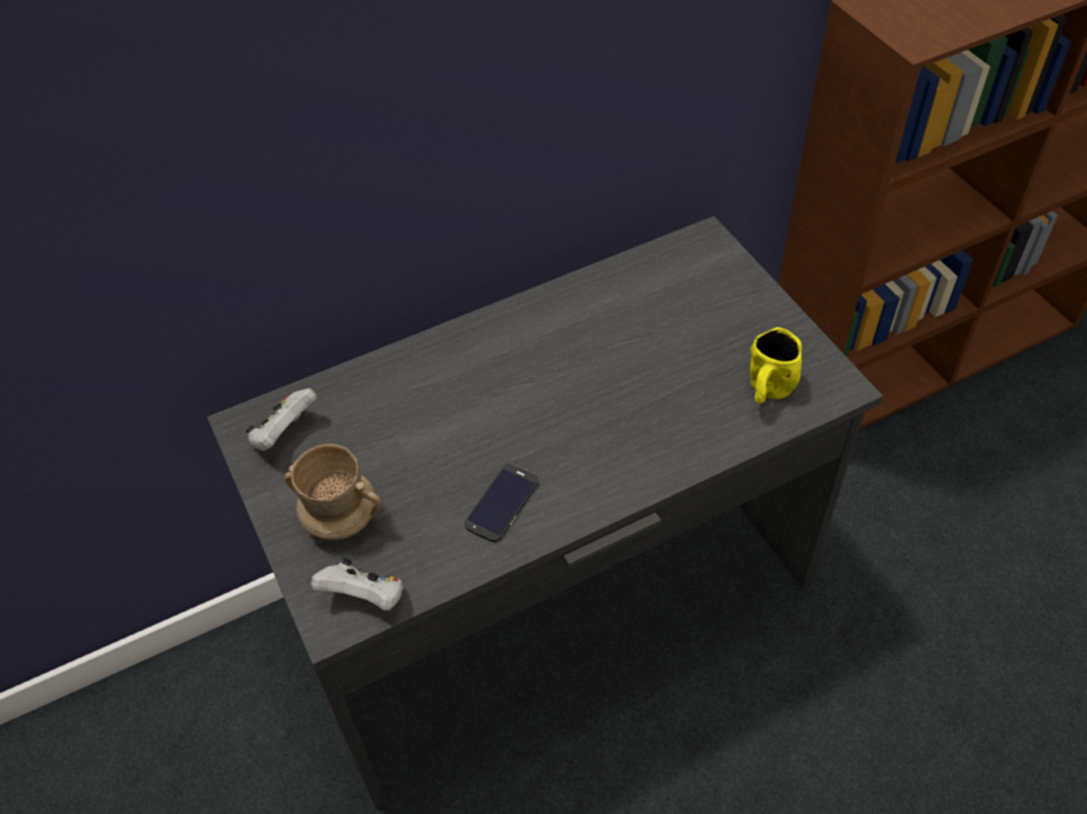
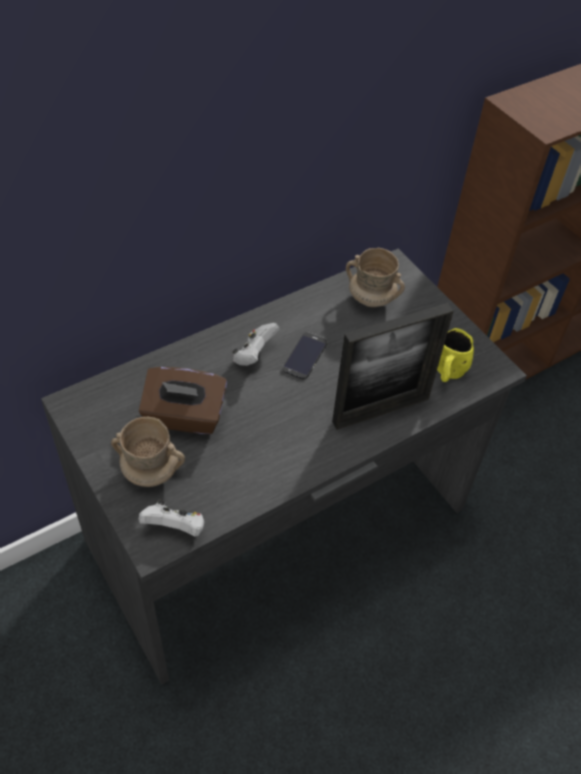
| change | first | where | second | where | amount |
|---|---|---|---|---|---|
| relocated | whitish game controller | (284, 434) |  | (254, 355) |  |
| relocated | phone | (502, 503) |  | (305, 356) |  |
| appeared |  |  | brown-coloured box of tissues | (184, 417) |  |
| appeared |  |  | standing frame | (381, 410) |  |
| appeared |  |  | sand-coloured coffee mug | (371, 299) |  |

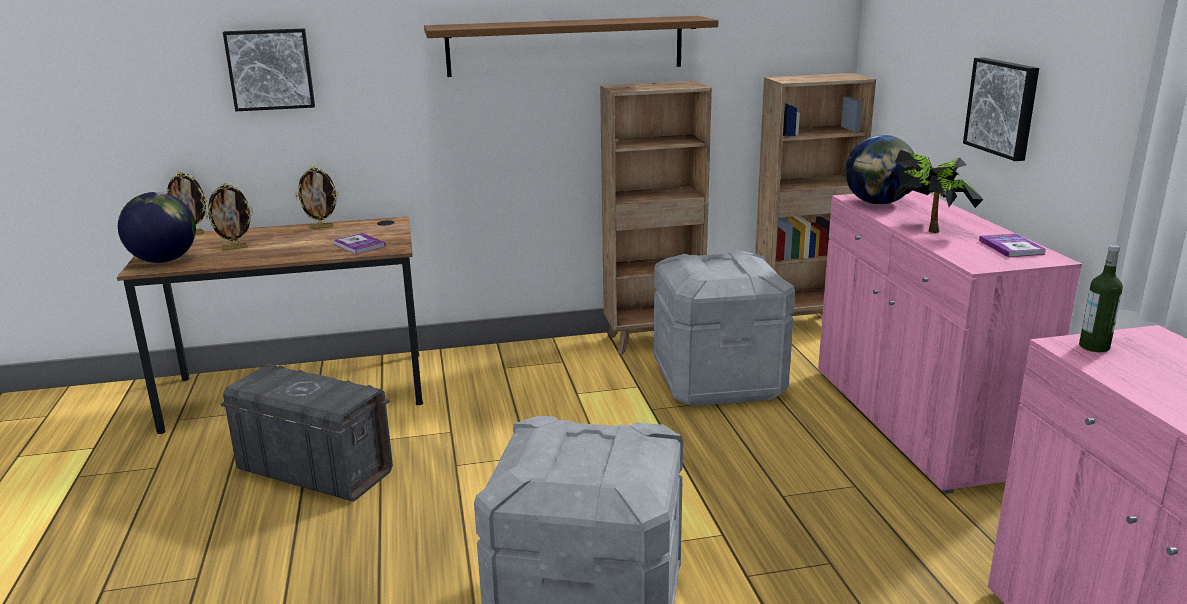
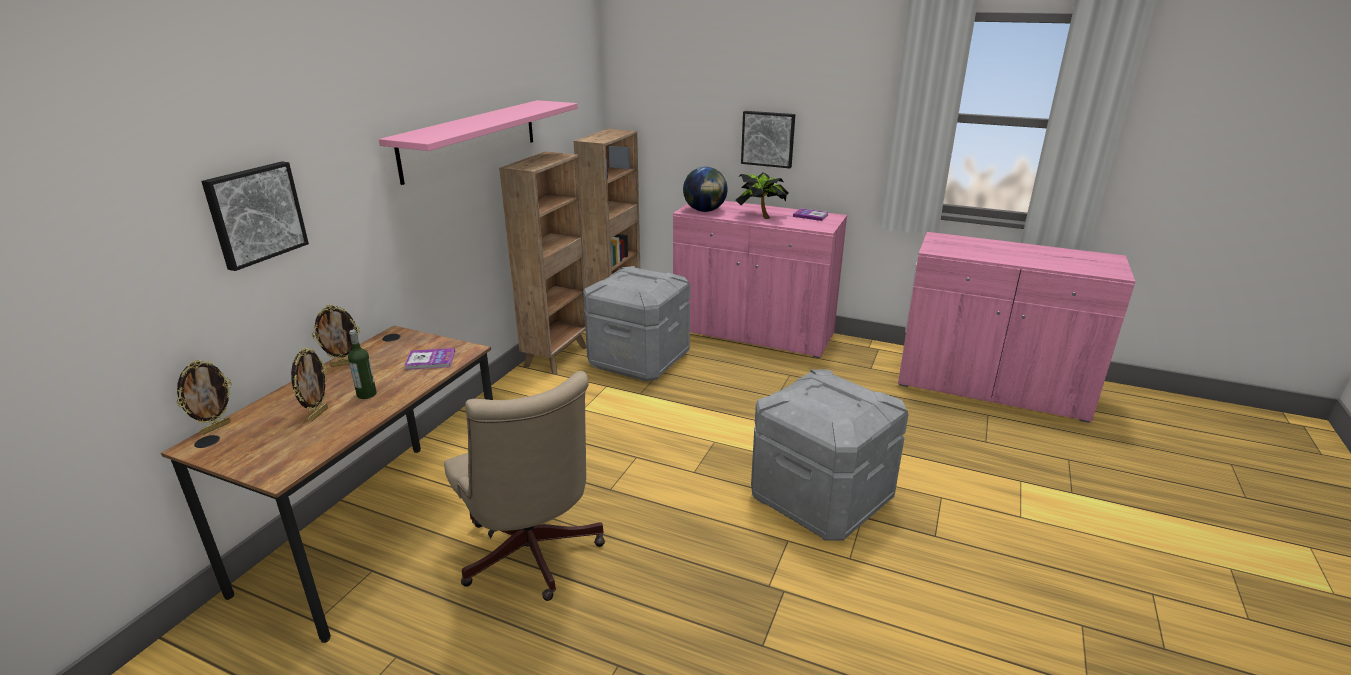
| change | first | where | second | where | amount |
|---|---|---|---|---|---|
| missing | world globe | (164, 260) |  |  |  |
| exchanged | gray storage bin | (315, 470) | sand-coloured desk chair | (532, 558) |  |
| spun | standing frame | (321, 227) |  | (344, 364) | 45 degrees clockwise |
| colour | brown-coloured bracket shelf | (566, 46) | pink bracket shelf | (471, 139) |  |
| relocated | drink bottle | (1094, 347) |  | (366, 394) |  |

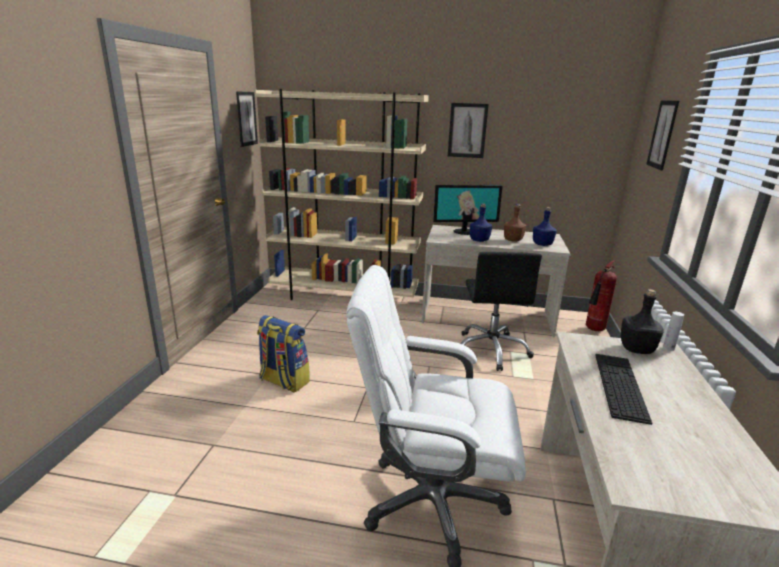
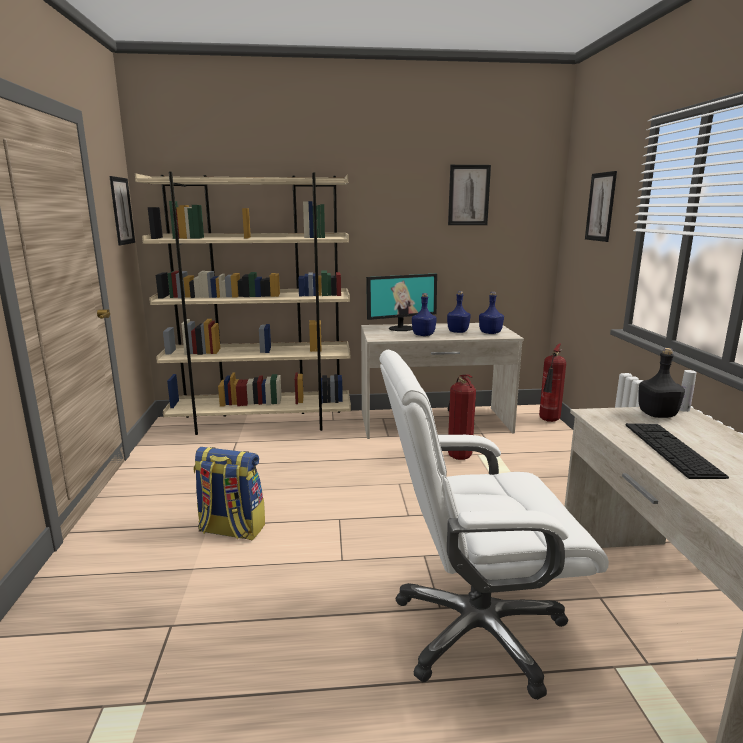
| change | first | where | second | where | amount |
|---|---|---|---|---|---|
| relocated | wall picture | (467, 130) |  | (468, 195) |  |
| exchanged | blackish desk chair | (491, 350) | fire-fighting cylinder | (457, 456) |  |
| colour | brown-coloured drink bottle | (513, 240) | bluish drink bottle | (458, 332) |  |

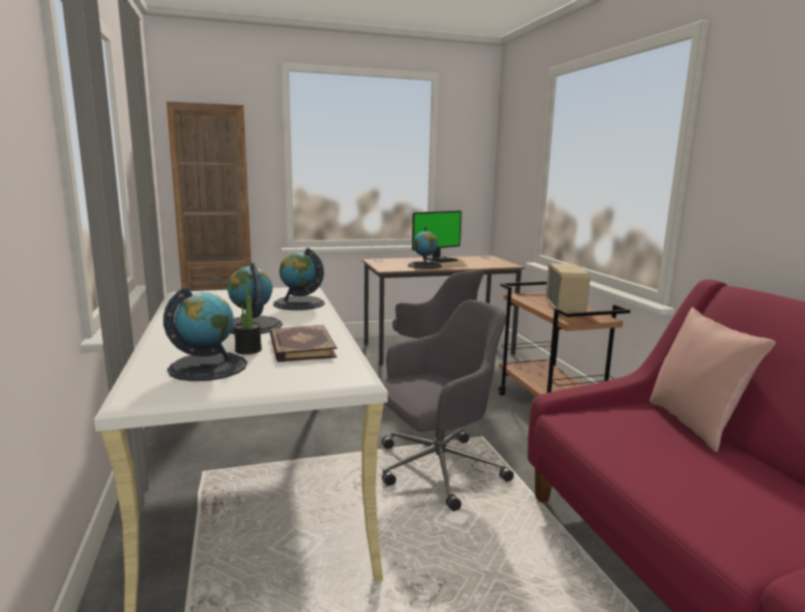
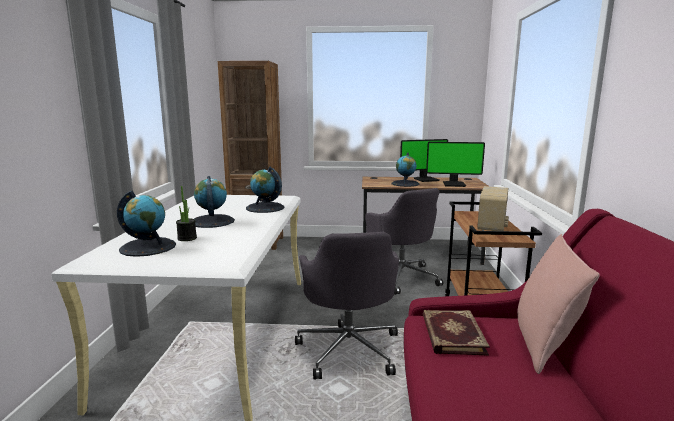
| change | first | where | second | where | amount |
|---|---|---|---|---|---|
| relocated | volume | (300, 347) |  | (451, 334) |  |
| spun | gray desk chair | (436, 470) |  | (349, 349) | 90 degrees clockwise |
| appeared |  |  | monitor | (454, 184) |  |

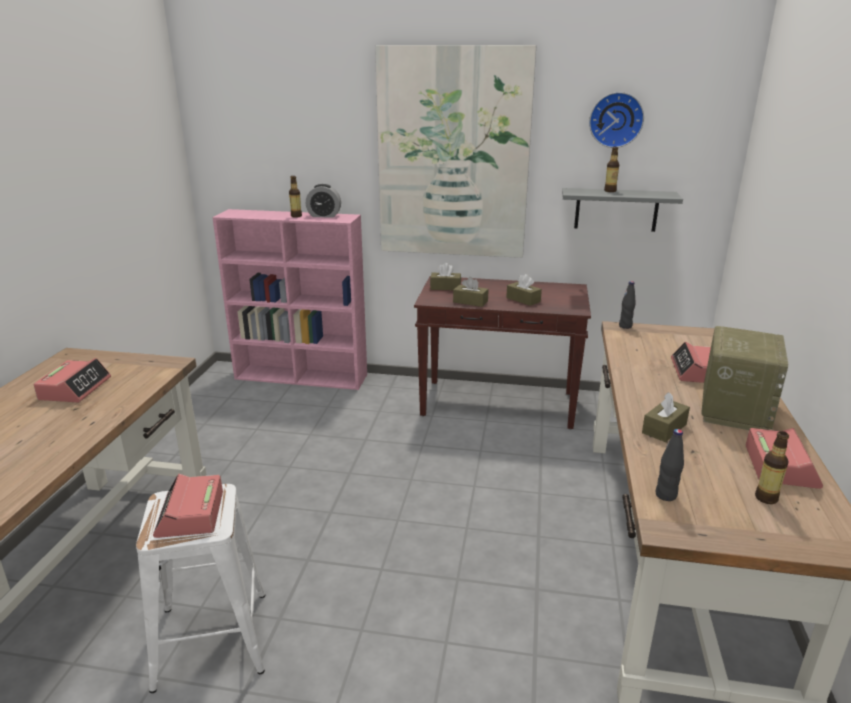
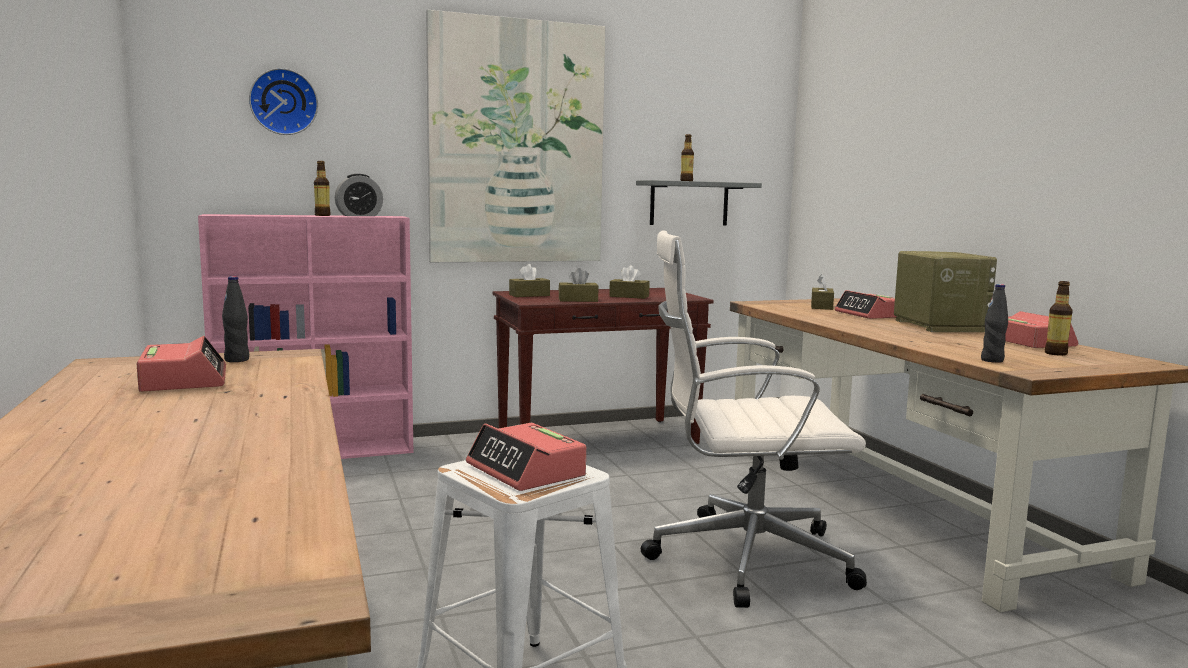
| change | first | where | second | where | amount |
|---|---|---|---|---|---|
| relocated | wall clock | (616, 120) |  | (284, 102) |  |
| relocated | blackish drink bottle | (625, 326) |  | (237, 360) |  |
| relocated | brown-coloured box of tissues | (664, 428) |  | (821, 306) |  |
| appeared |  |  | whitish desk chair | (743, 558) |  |

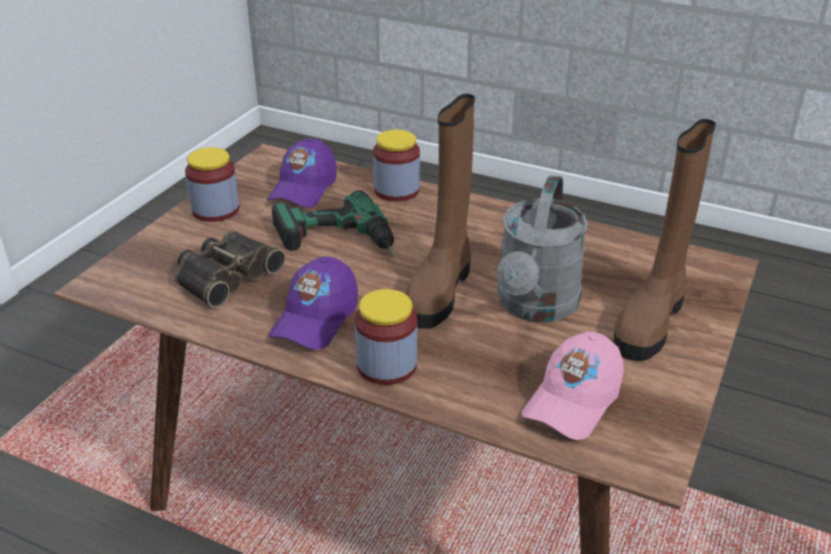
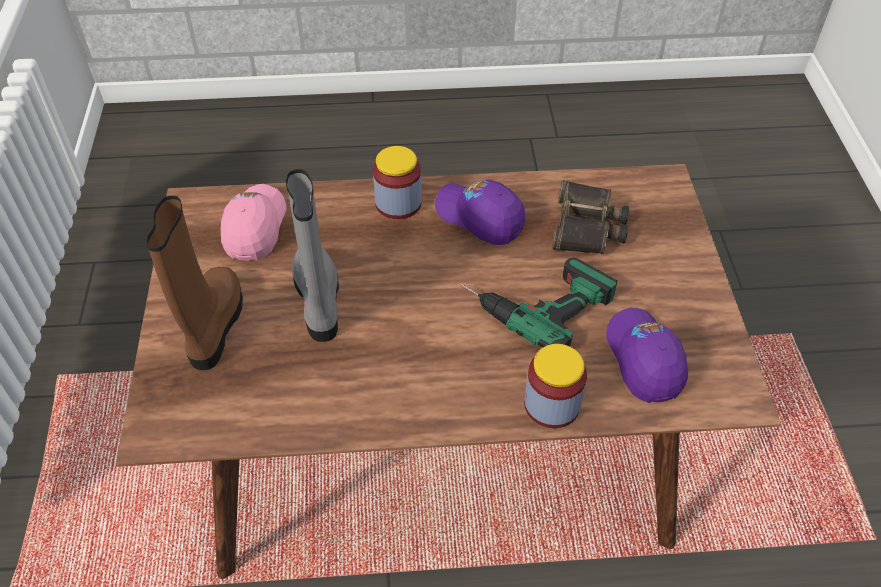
| change | first | where | second | where | amount |
|---|---|---|---|---|---|
| missing | preserve jar | (215, 210) |  |  |  |
| spun | purplish baseball cap | (315, 319) |  | (480, 217) | 45 degrees counterclockwise |
| missing | brown-coloured boot | (440, 290) |  |  |  |
| exchanged | gray watering can | (535, 307) | gray boot | (319, 300) |  |

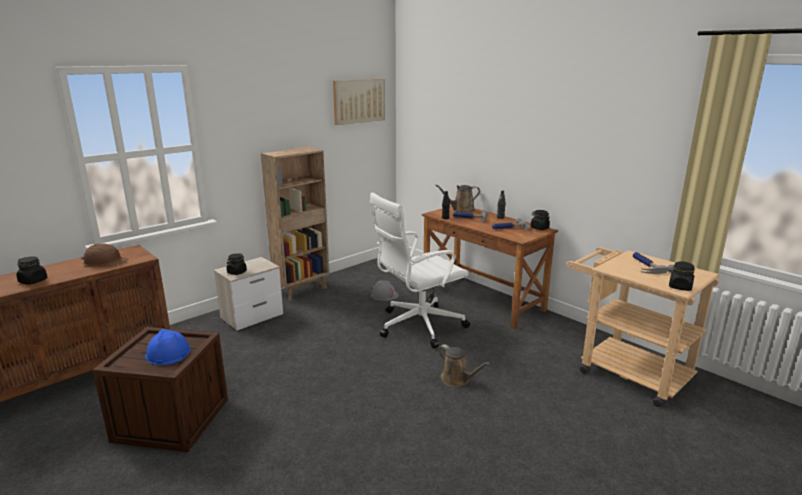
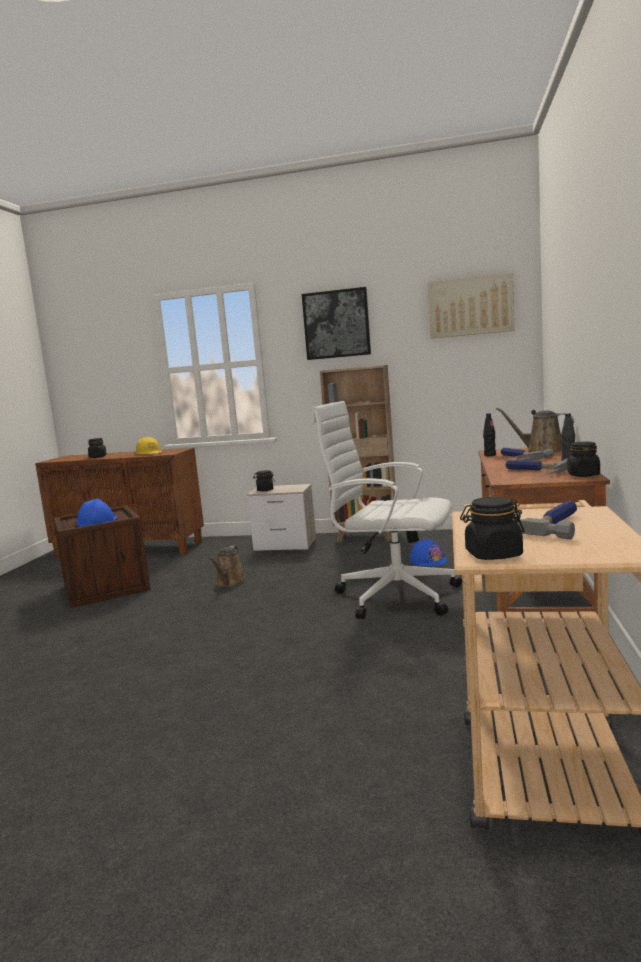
| change | first | where | second | where | amount |
|---|---|---|---|---|---|
| colour | brown-coloured work helmet | (105, 262) | yellow-coloured work helmet | (149, 453) |  |
| colour | gray work helmet | (384, 295) | bluish work helmet | (428, 560) |  |
| relocated | brown-coloured watering can | (457, 379) |  | (229, 583) |  |
| appeared |  |  | wall picture | (336, 324) |  |

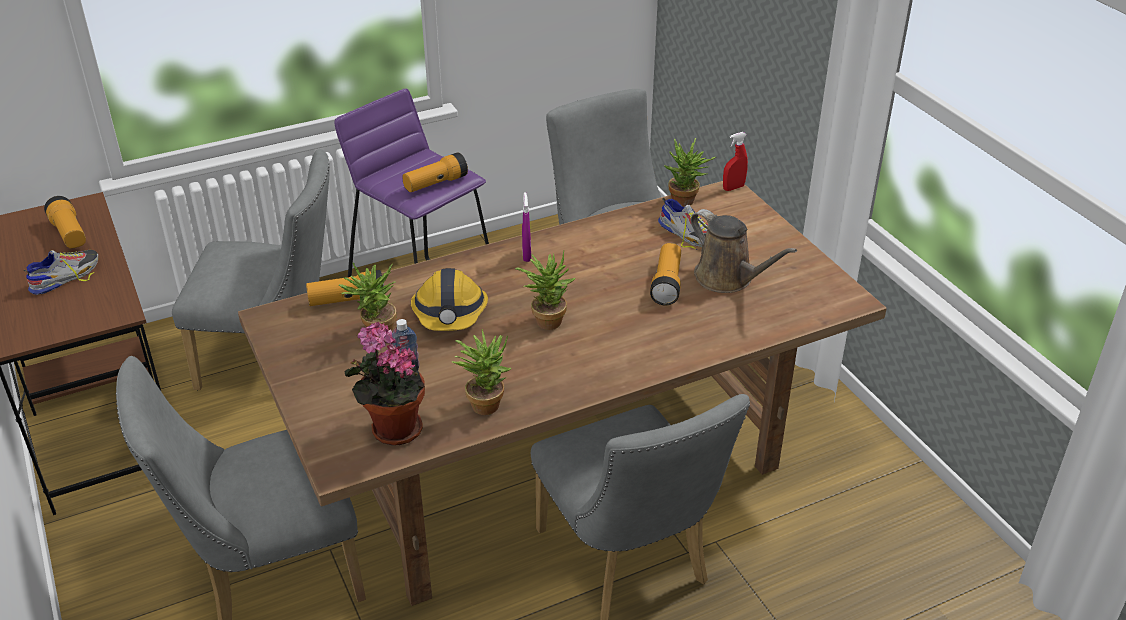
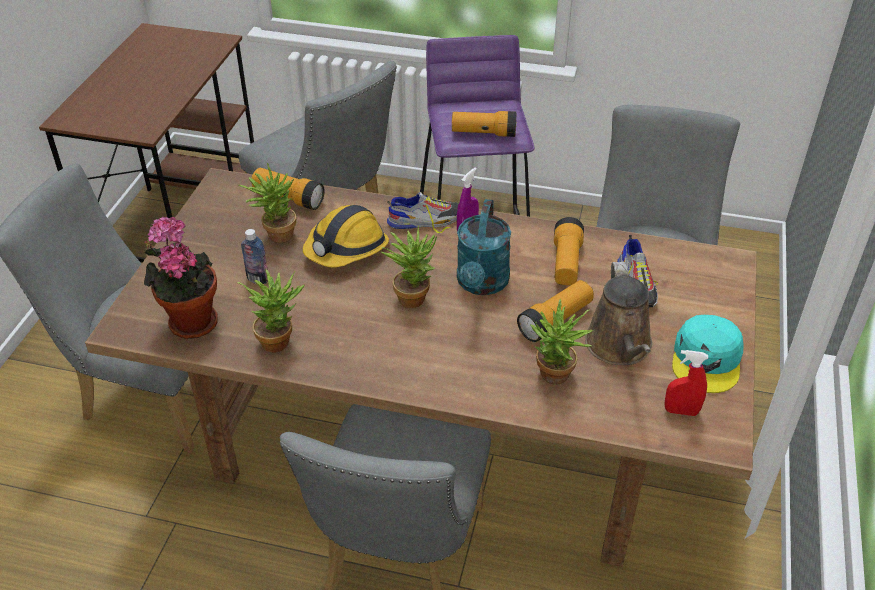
| change | first | where | second | where | amount |
|---|---|---|---|---|---|
| relocated | item of footwear | (66, 276) |  | (426, 220) |  |
| relocated | hand torch | (69, 234) |  | (566, 263) |  |
| relocated | plant in a pot | (686, 203) |  | (555, 379) |  |
| relocated | red-coloured sprayer | (733, 188) |  | (681, 411) |  |
| appeared |  |  | turquoise-coloured watering can | (481, 284) |  |
| appeared |  |  | turquoise-coloured baseball cap | (707, 360) |  |

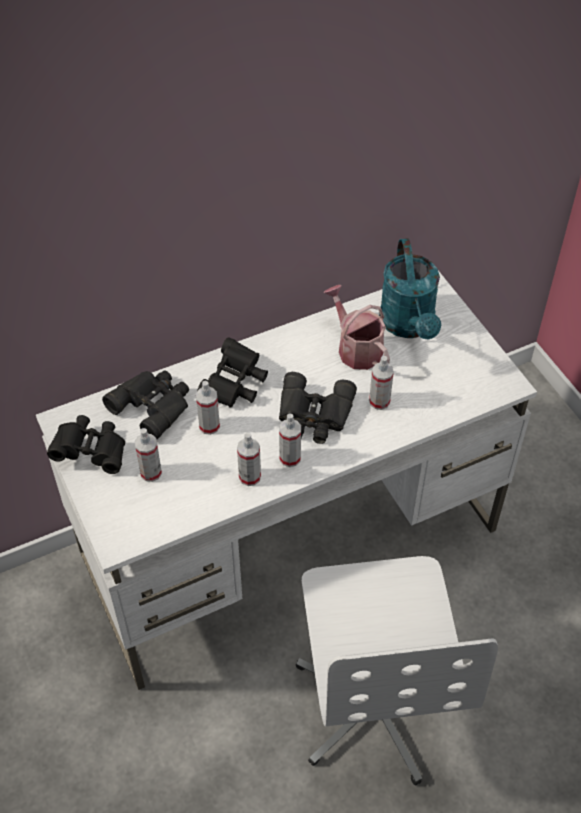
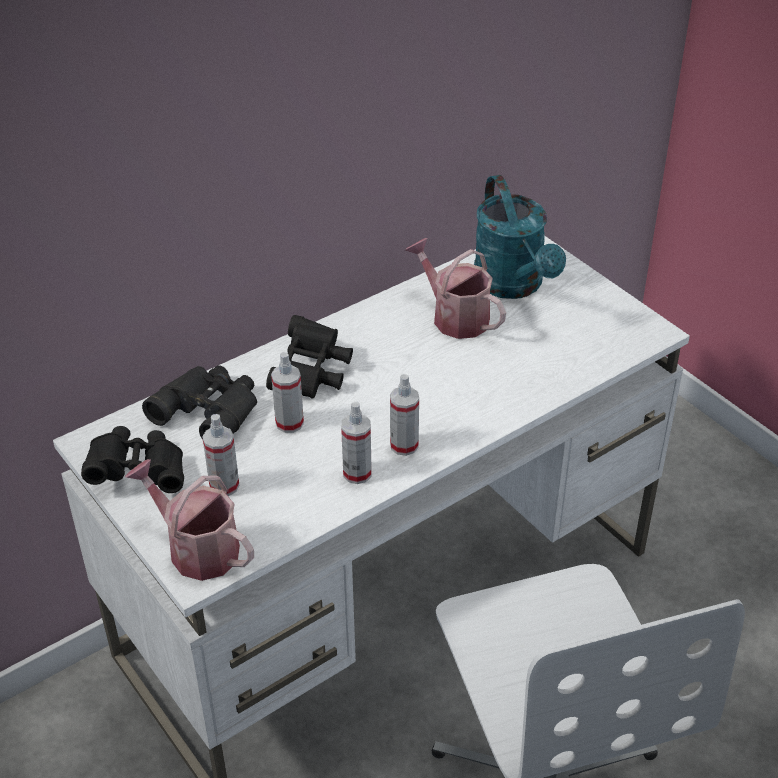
| change | first | where | second | where | amount |
|---|---|---|---|---|---|
| missing | blackish pair of binoculars | (314, 416) |  |  |  |
| missing | sprayer | (379, 401) |  |  |  |
| appeared |  |  | watering can | (197, 548) |  |

